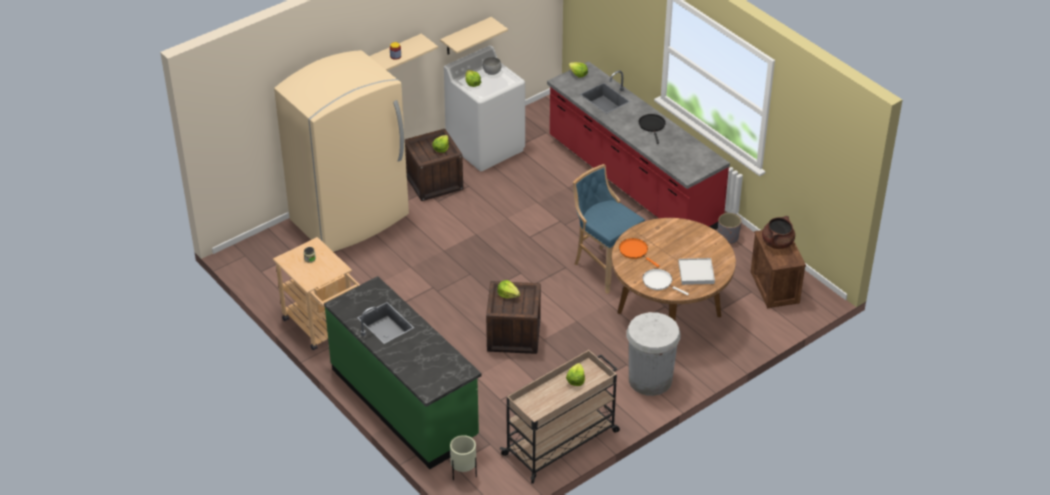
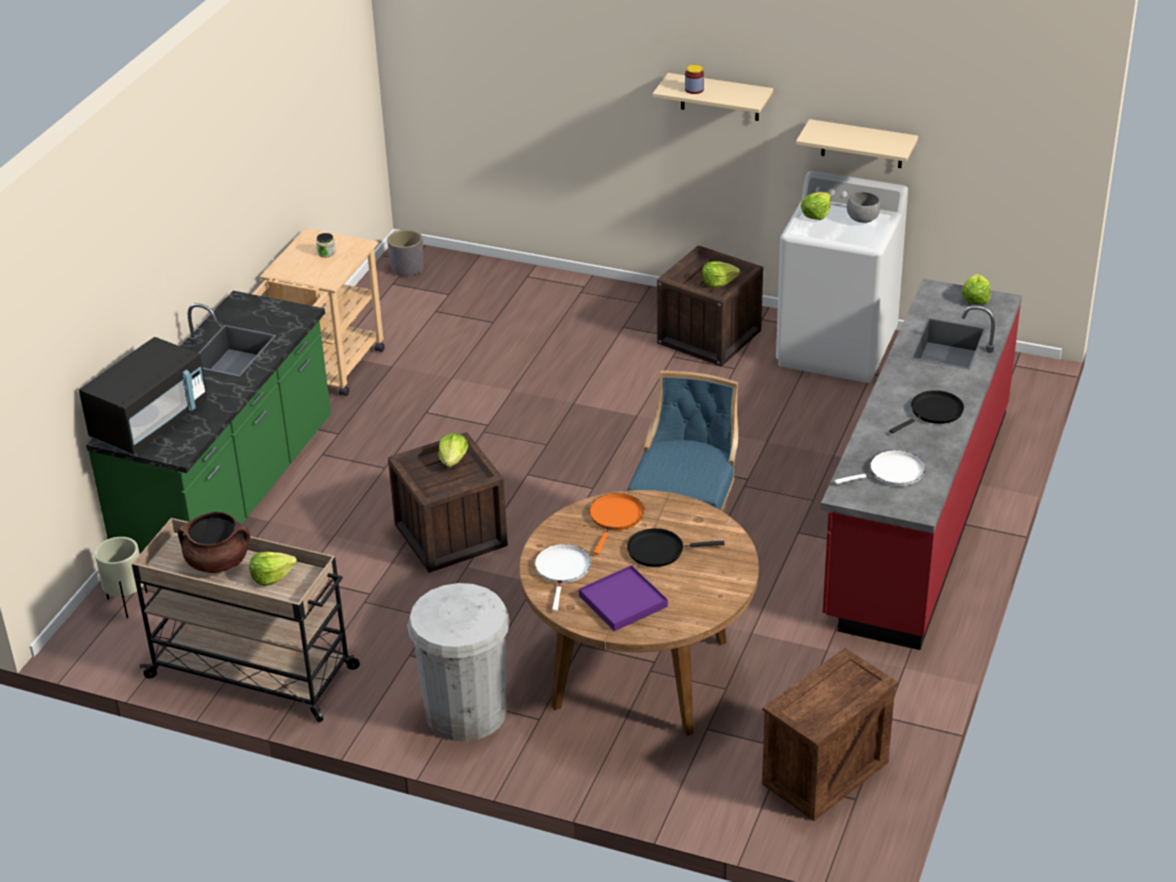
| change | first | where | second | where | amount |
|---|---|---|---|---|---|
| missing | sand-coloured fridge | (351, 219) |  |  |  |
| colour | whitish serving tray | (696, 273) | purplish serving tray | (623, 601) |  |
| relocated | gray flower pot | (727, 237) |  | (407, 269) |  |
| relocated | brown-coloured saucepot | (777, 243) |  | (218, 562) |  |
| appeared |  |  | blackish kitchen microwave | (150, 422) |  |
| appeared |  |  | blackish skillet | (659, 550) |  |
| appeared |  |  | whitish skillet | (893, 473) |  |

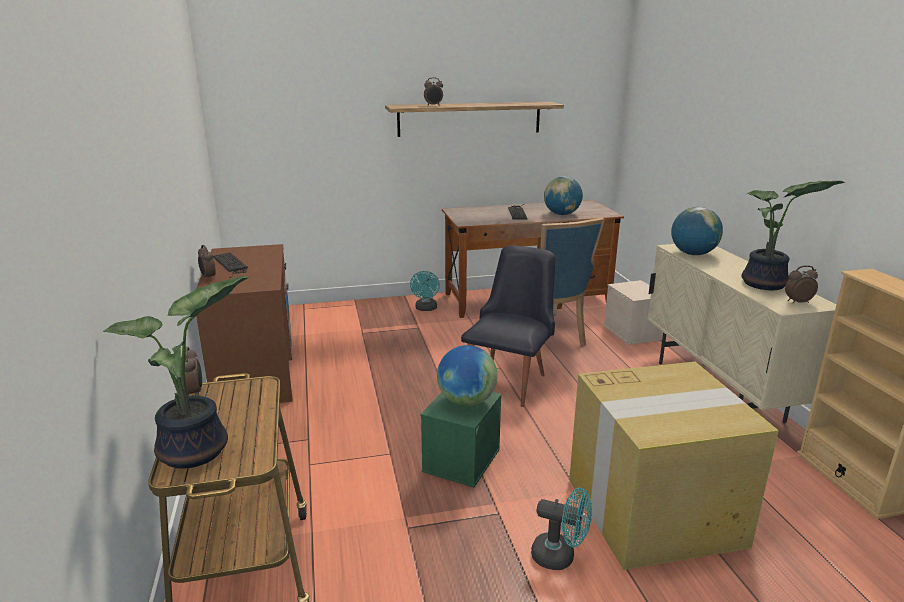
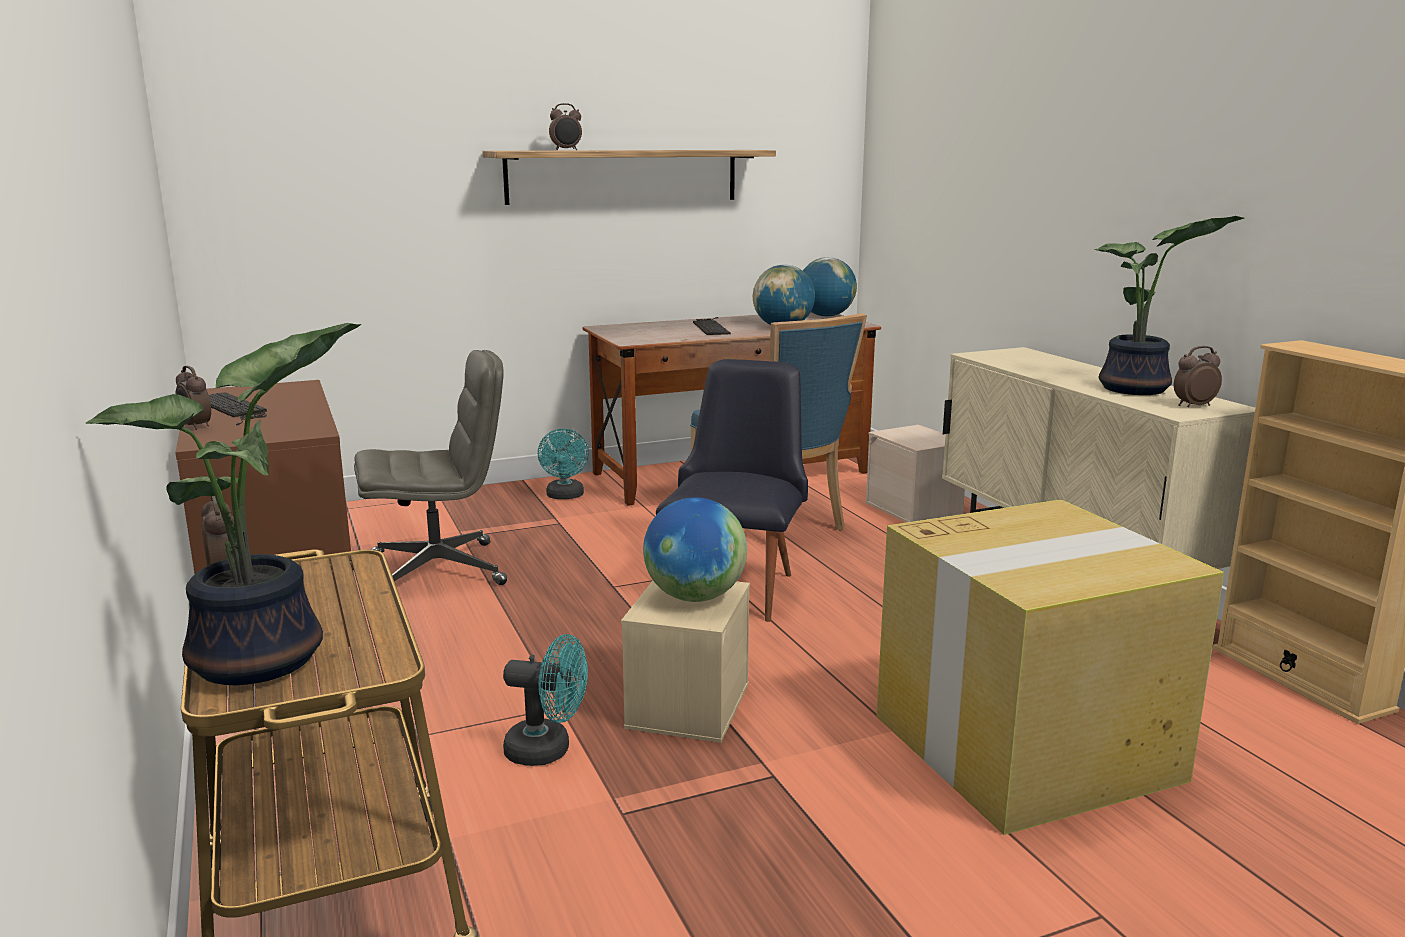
| change | first | where | second | where | amount |
|---|---|---|---|---|---|
| colour | green storage bin | (461, 459) | sand-coloured storage bin | (687, 704) |  |
| relocated | turquoise-coloured electric fan | (560, 557) |  | (548, 750) |  |
| relocated | world globe | (693, 254) |  | (826, 316) |  |
| appeared |  |  | gray desk chair | (439, 570) |  |

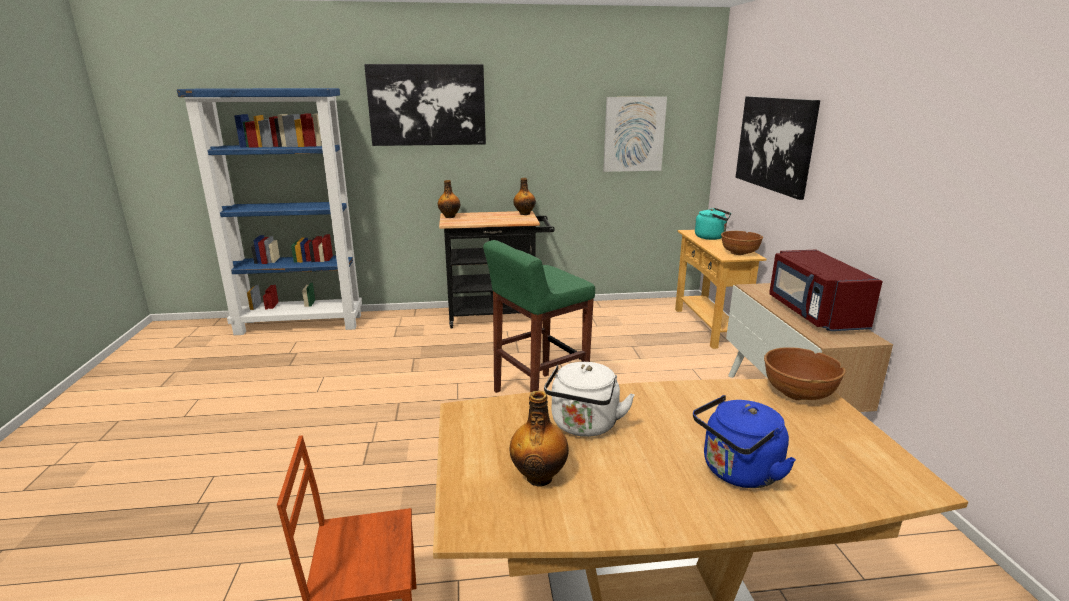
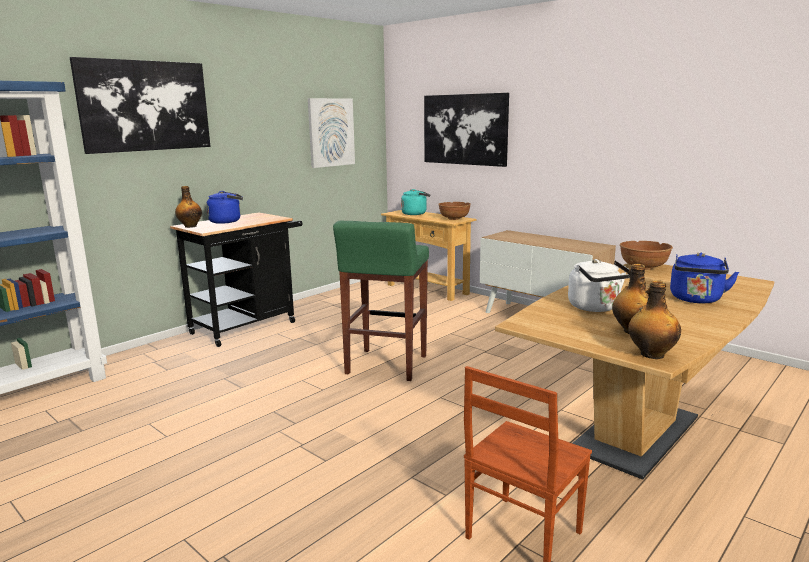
| change | first | where | second | where | amount |
|---|---|---|---|---|---|
| relocated | drink bottle | (524, 214) |  | (651, 354) |  |
| missing | red-coloured kitchen microwave | (813, 313) |  |  |  |
| appeared |  |  | bluish tea kettle | (227, 221) |  |

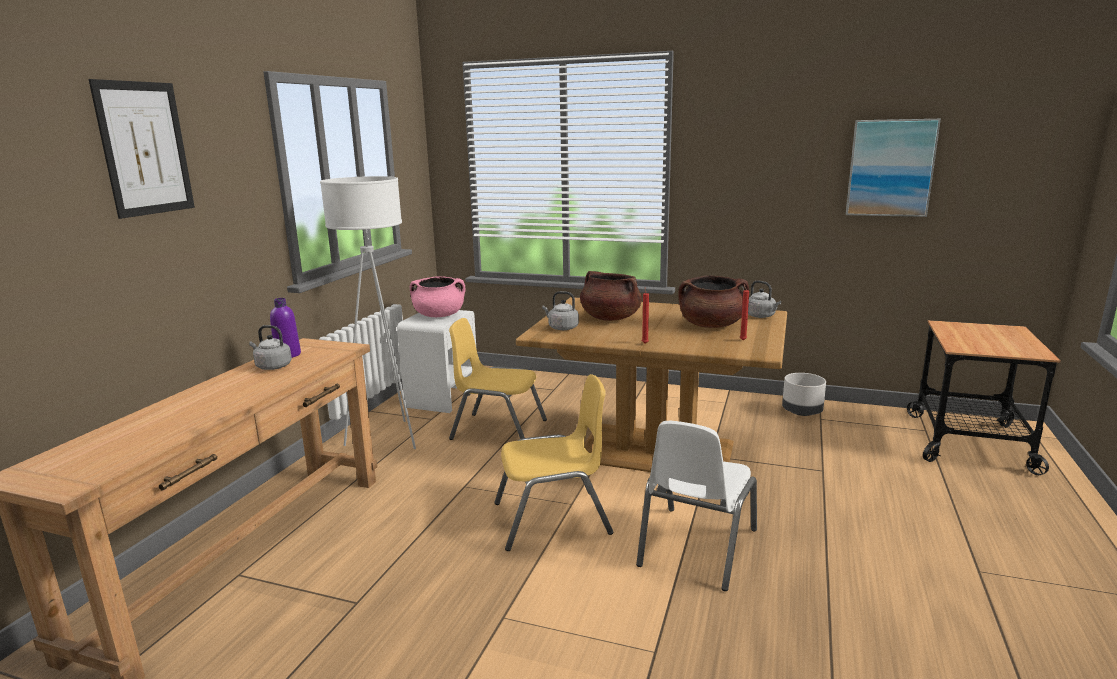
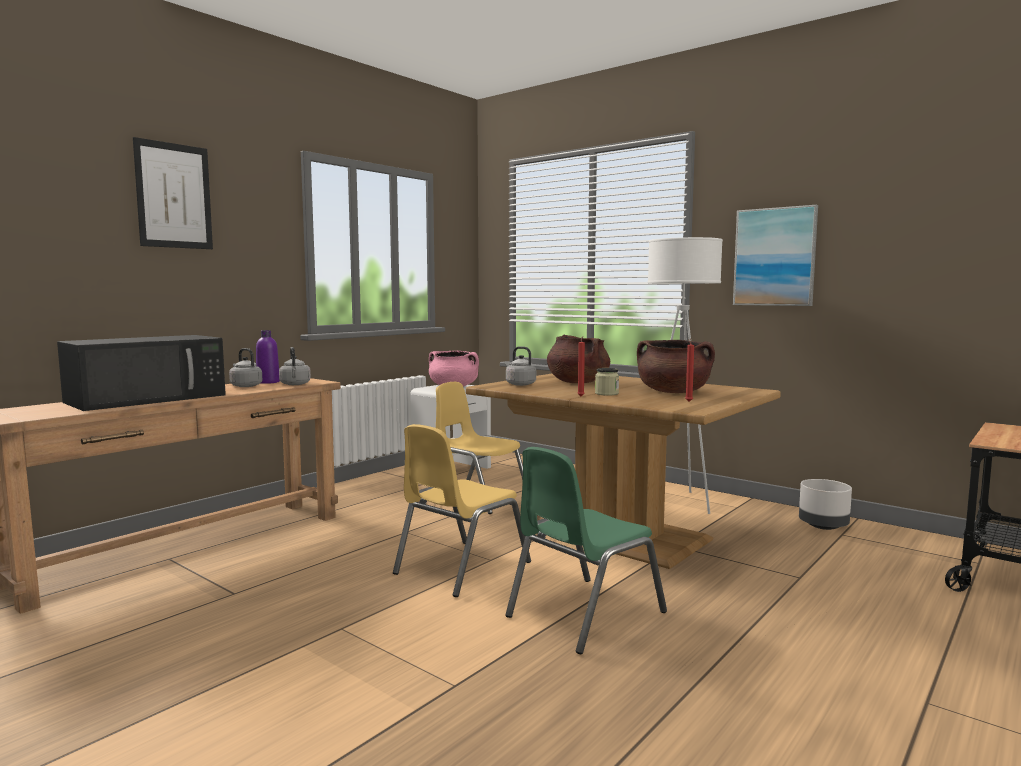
| change | first | where | second | where | amount |
|---|---|---|---|---|---|
| relocated | whitish standing lamp | (387, 438) |  | (676, 502) |  |
| spun | yellow-coloured upright chair | (552, 519) |  | (461, 568) | 120 degrees clockwise |
| colour | whitish upright chair | (696, 547) | green upright chair | (584, 614) |  |
| relocated | gray tea kettle | (761, 316) |  | (295, 384) |  |
| relocated | wall picture | (890, 168) |  | (774, 257) |  |
| appeared |  |  | blackish kitchen microwave | (149, 398) |  |
| appeared |  |  | preserve jar | (606, 393) |  |

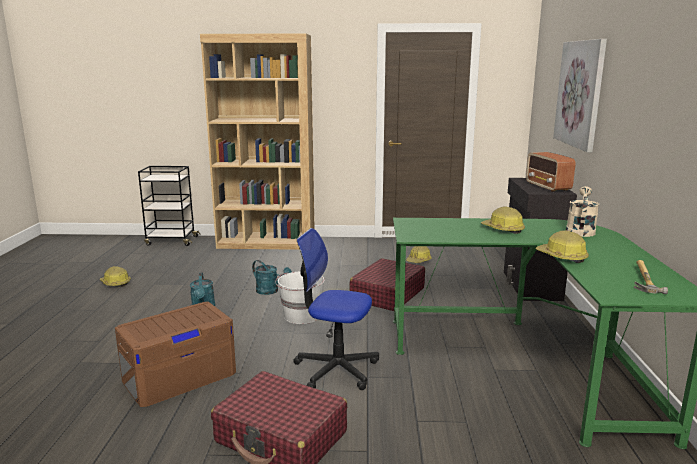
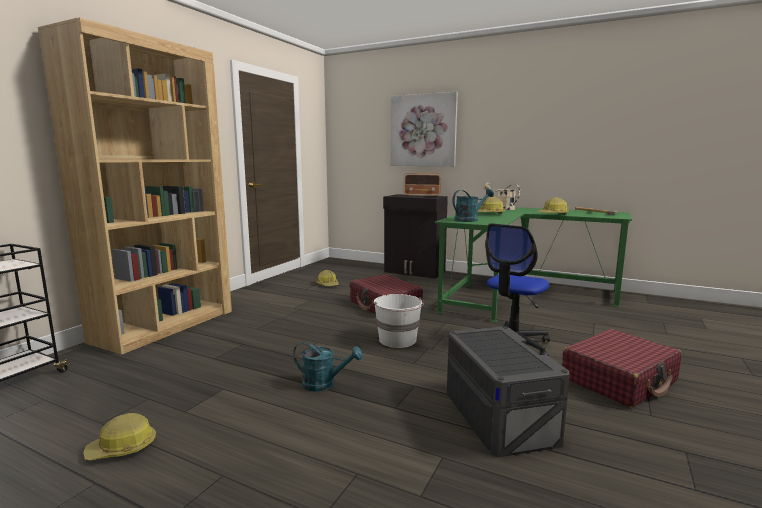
| change | first | where | second | where | amount |
|---|---|---|---|---|---|
| colour | brown-coloured storage bin | (180, 376) | gray storage bin | (498, 416) |  |
| relocated | turquoise-coloured watering can | (270, 291) |  | (469, 220) |  |

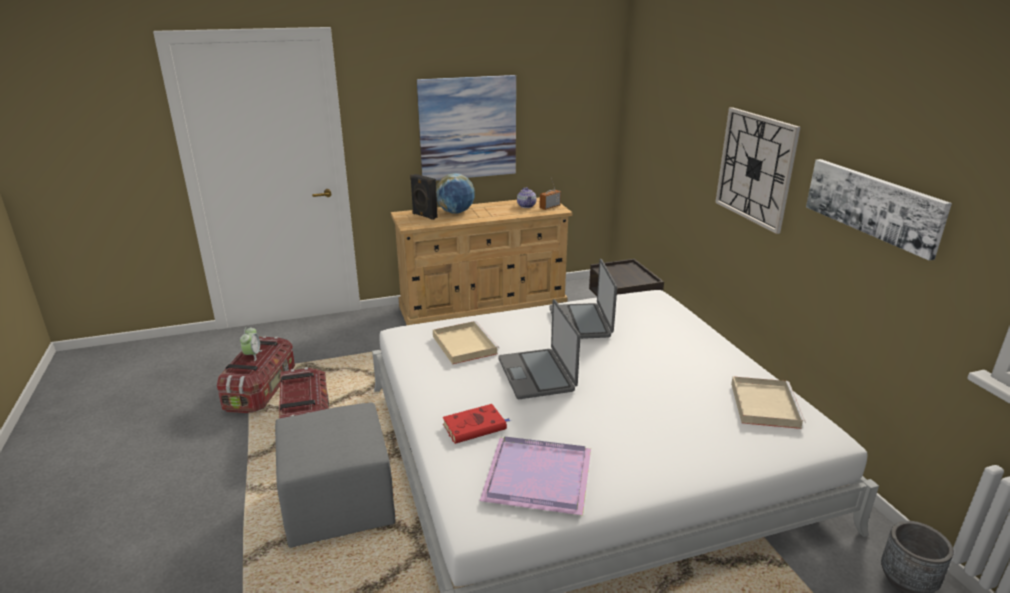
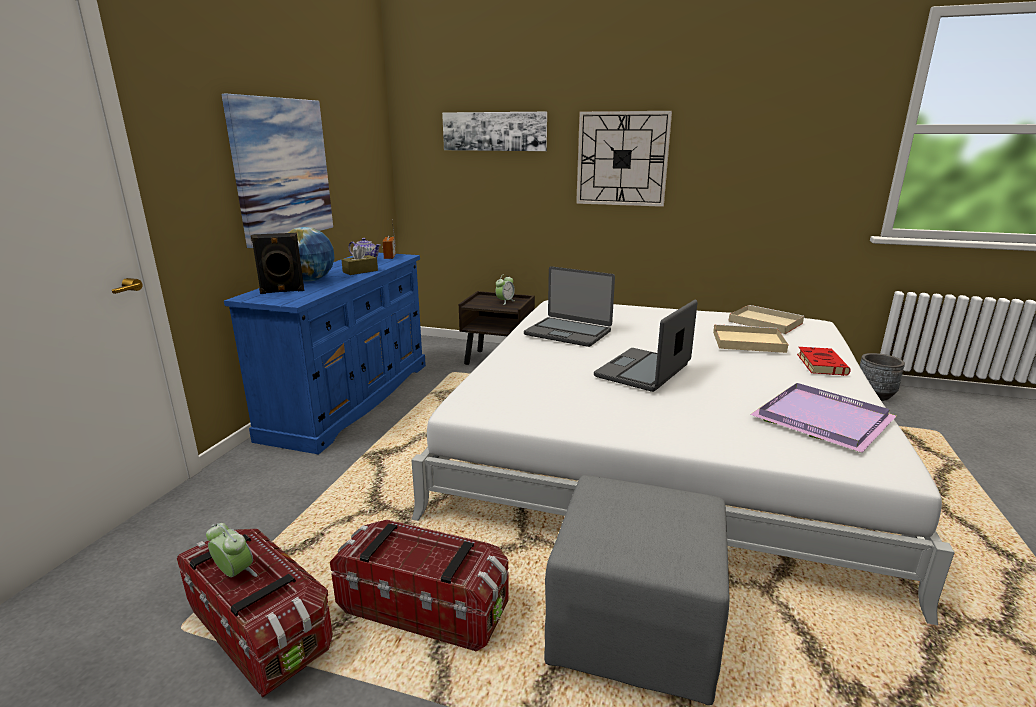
| change | first | where | second | where | amount |
|---|---|---|---|---|---|
| colour | sand-coloured drawer chest | (484, 306) | bluish drawer chest | (351, 398) |  |
| relocated | sand-coloured serving tray | (463, 344) |  | (746, 342) |  |
| relocated | red-coloured volume | (476, 426) |  | (820, 364) |  |
| spun | portable computer | (537, 374) |  | (644, 371) | 105 degrees clockwise |
| relocated | wall picture | (873, 205) |  | (494, 131) |  |
| appeared |  |  | brown-coloured box of tissues | (360, 271) |  |
| appeared |  |  | alarm clock | (505, 301) |  |

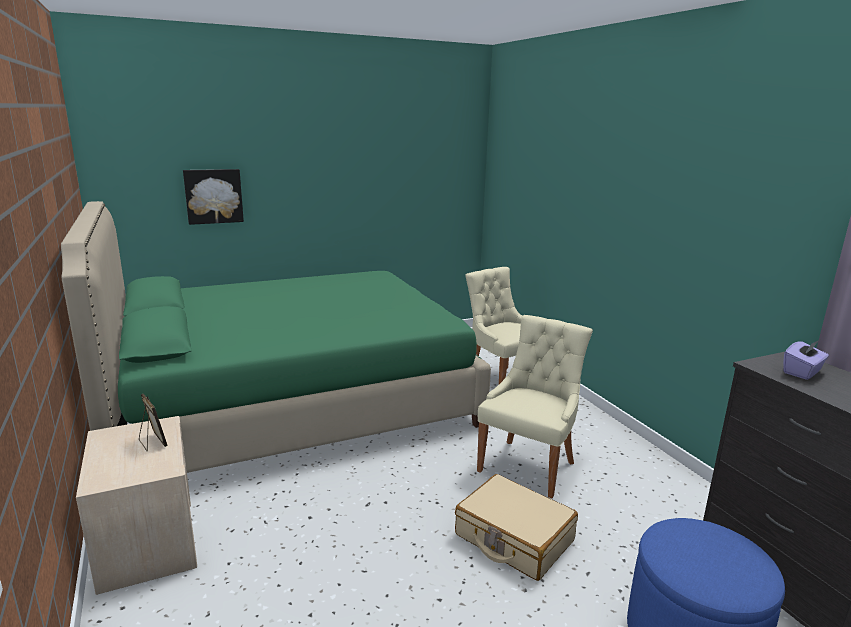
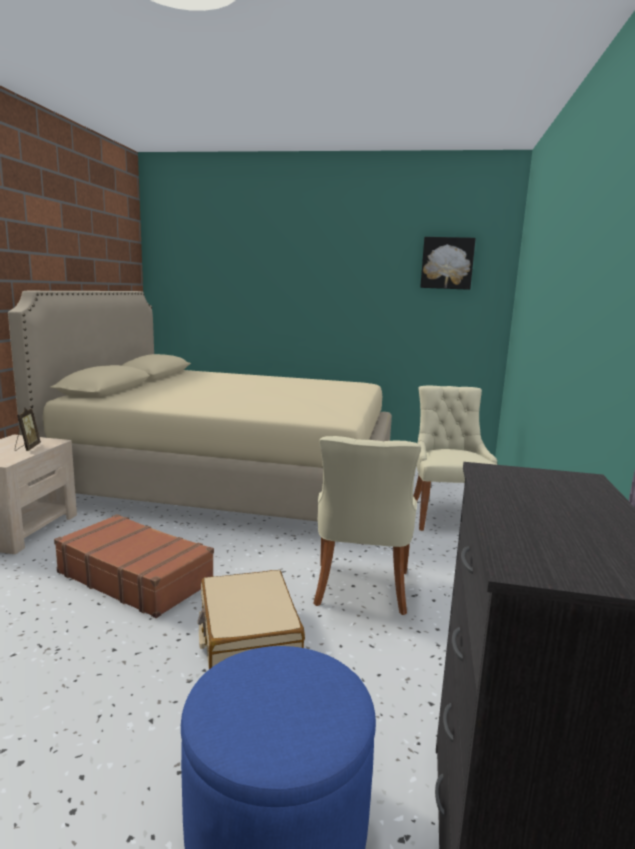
| change | first | where | second | where | amount |
|---|---|---|---|---|---|
| colour | green sleeping bed | (291, 403) | sand-coloured sleeping bed | (231, 481) |  |
| relocated | wall picture | (213, 196) |  | (447, 263) |  |
| spun | sand-coloured upright chair | (529, 465) |  | (361, 590) | 120 degrees clockwise |
| missing | purplish box of tissues | (802, 372) |  |  |  |
| appeared |  |  | brown-coloured piece of luggage | (135, 577) |  |

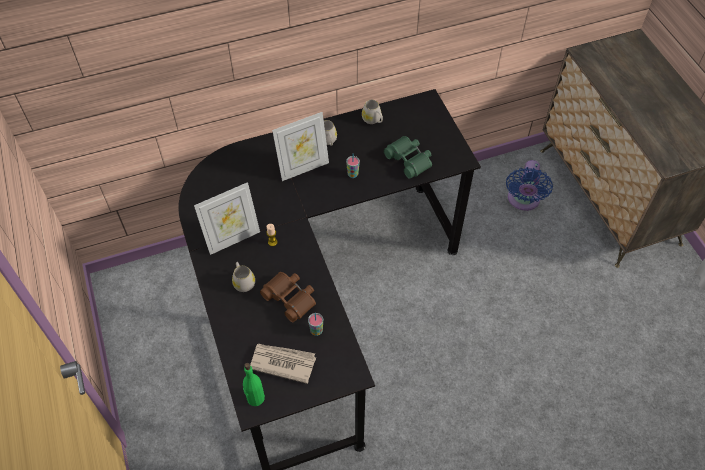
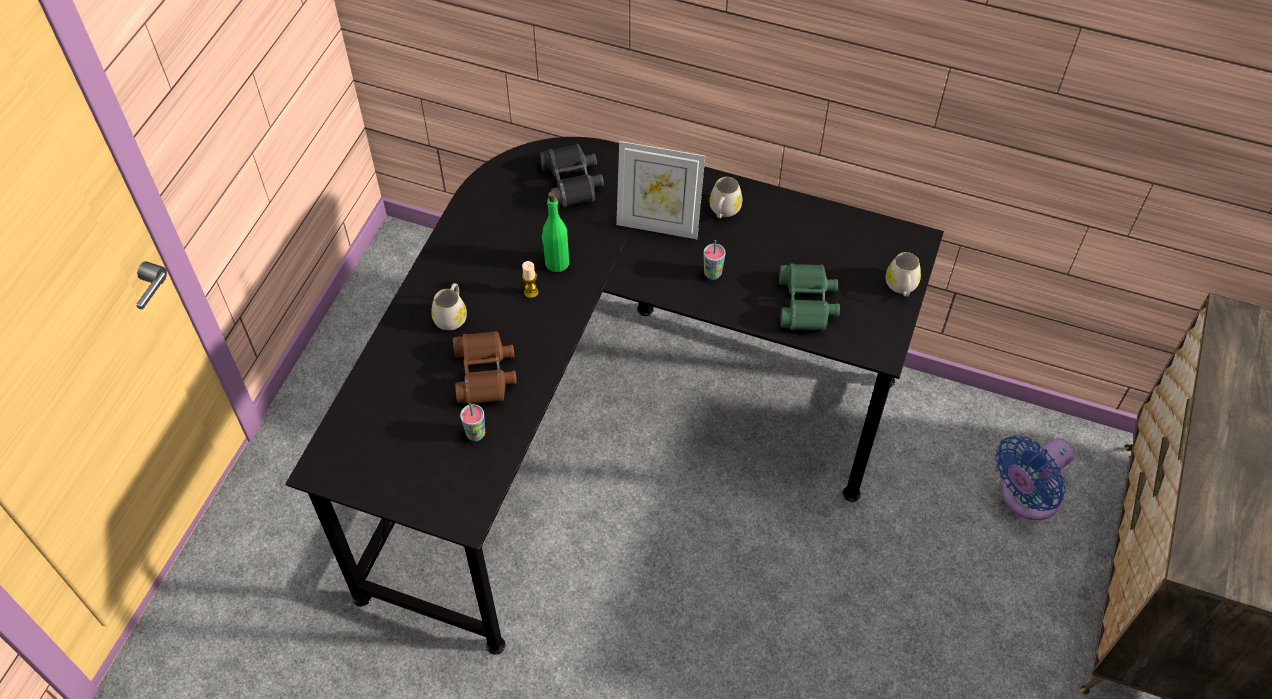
| change | first | where | second | where | amount |
|---|---|---|---|---|---|
| missing | standing frame | (233, 239) |  |  |  |
| relocated | green drink bottle | (255, 398) |  | (556, 262) |  |
| missing | daily paper | (282, 362) |  |  |  |
| relocated | whitish coffee mug | (373, 120) |  | (901, 287) |  |
| appeared |  |  | blackish pair of binoculars | (572, 182) |  |

